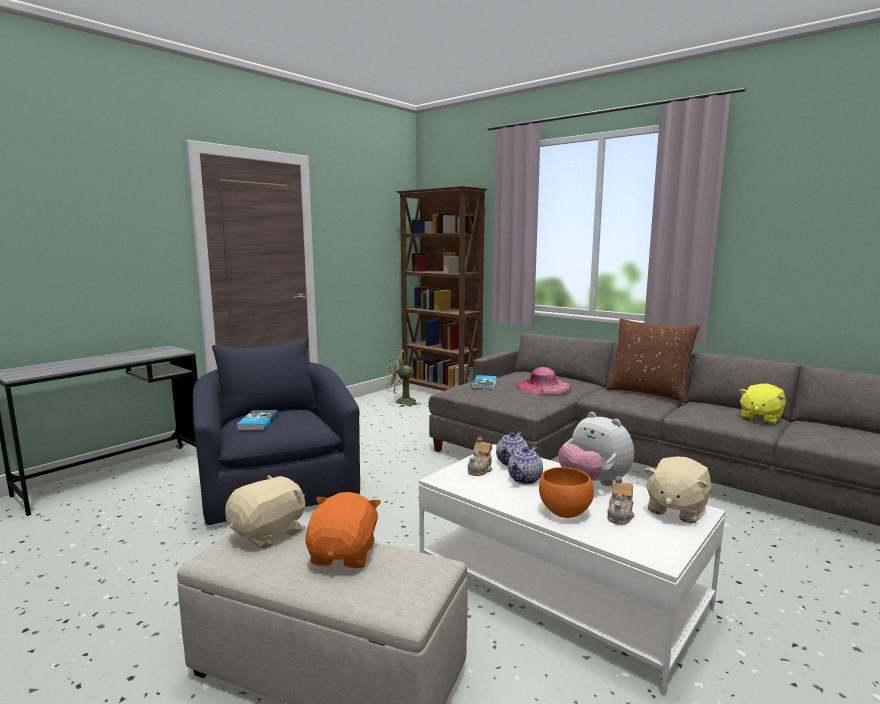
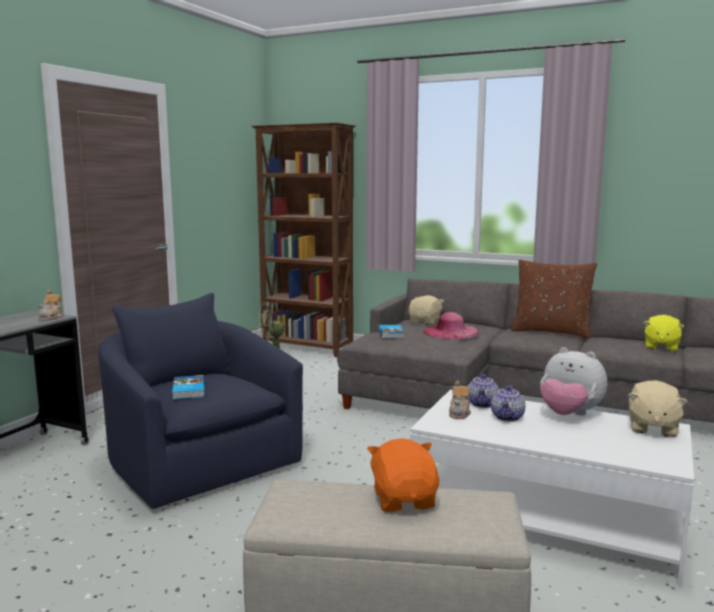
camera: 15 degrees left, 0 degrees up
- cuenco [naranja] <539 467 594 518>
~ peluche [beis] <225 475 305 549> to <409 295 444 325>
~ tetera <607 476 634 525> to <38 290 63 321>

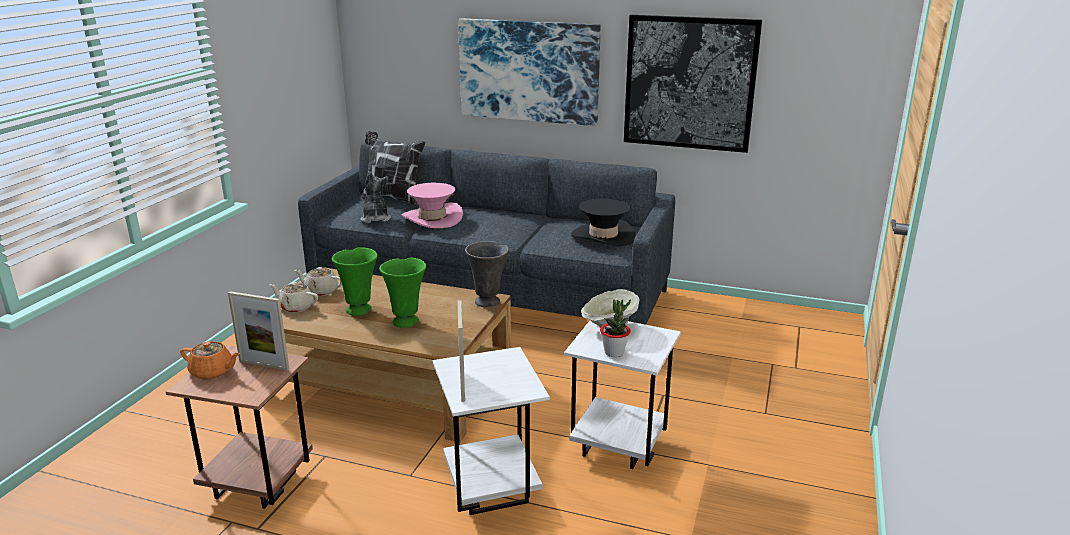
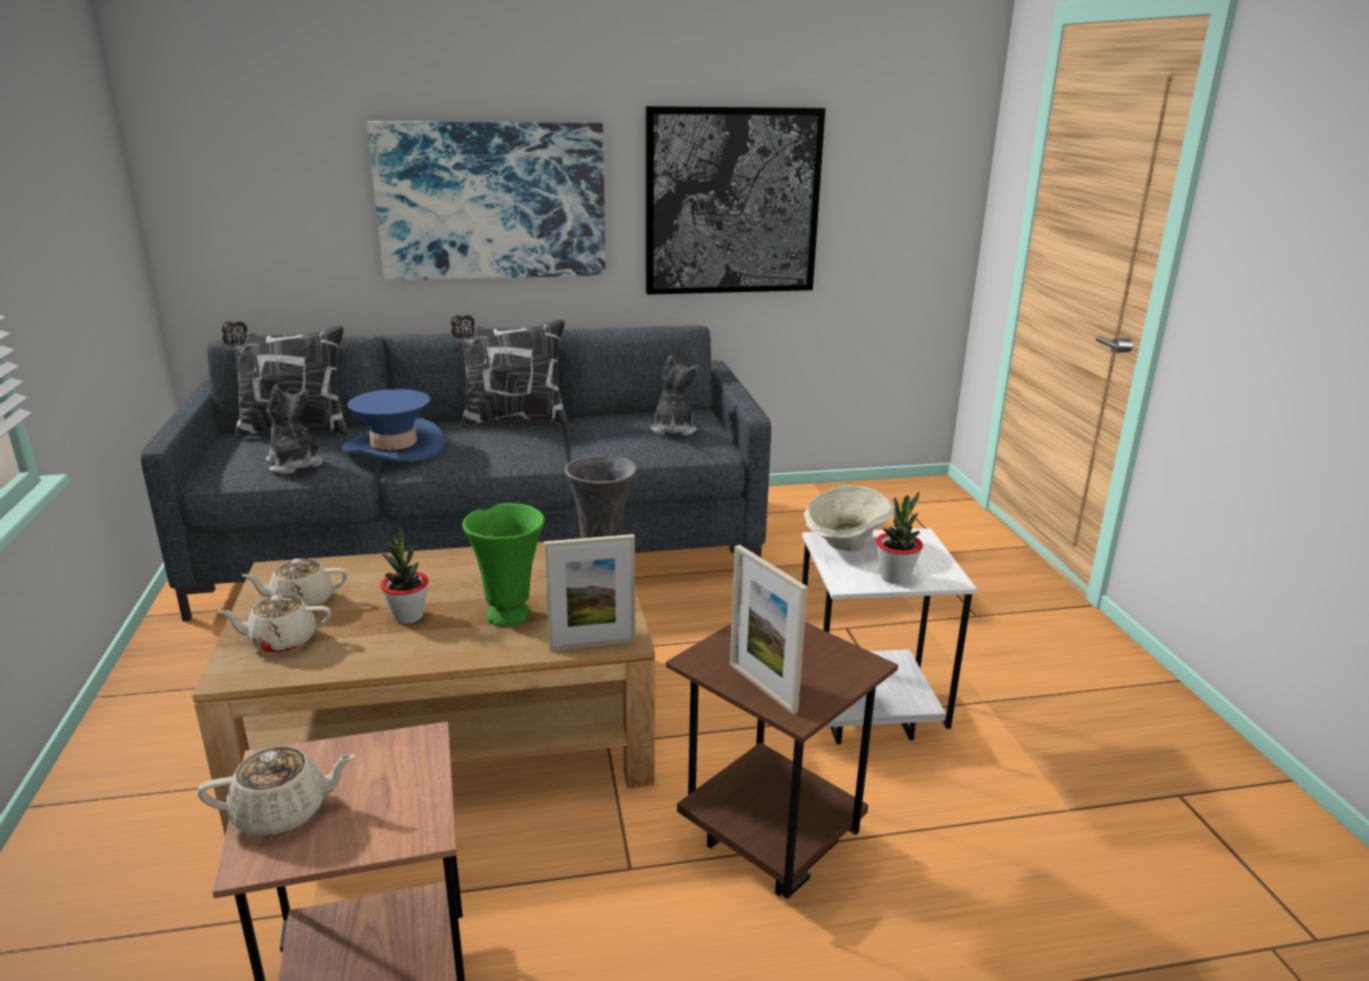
camera: 30 degrees left, 0 degrees up
+ cojín <451 315 568 428>
~ portarretratos <228 291 289 370> to <544 534 635 651>
~ florero [verde] <332 247 378 316> to planta en maceta <380 528 429 624>
~ sombrero [negro] <571 198 636 246> to peluche <650 355 699 436>
~ tetera [naranja] <180 341 240 380> to tetera [beis] <197 746 355 836>
~ sombrero [rosa] <402 183 463 228> to sombrero [azul] <341 389 446 462>
~ mesa auxiliar [blanco] <433 347 550 515> to mesa auxiliar [marrón] <666 622 898 899>

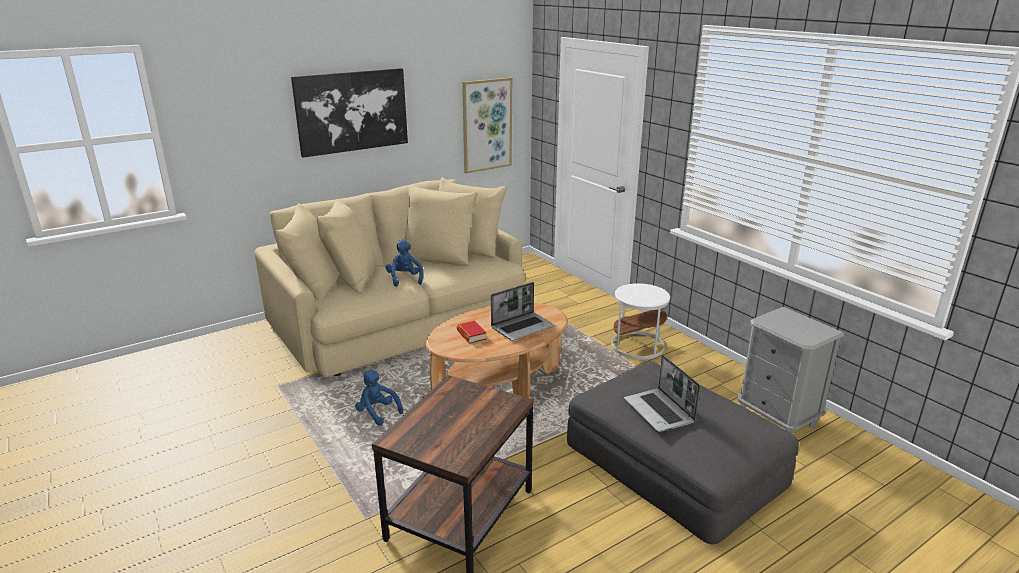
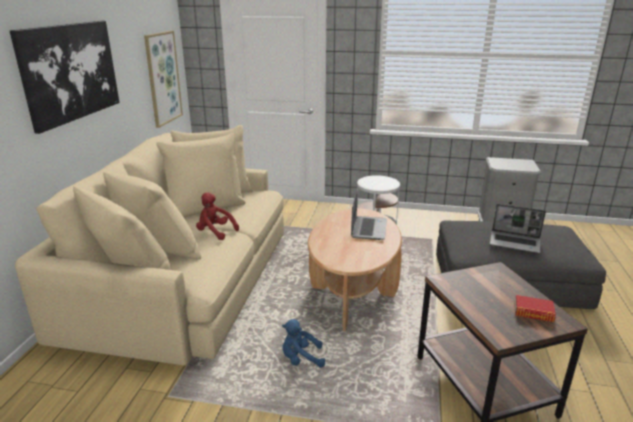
camera: 45 degrees left, 0 degrees up
~ libro <457 321 486 343> to <514 295 556 322>
~ peluche [azul] <386 240 423 287> to peluche [rojo] <196 192 239 240>

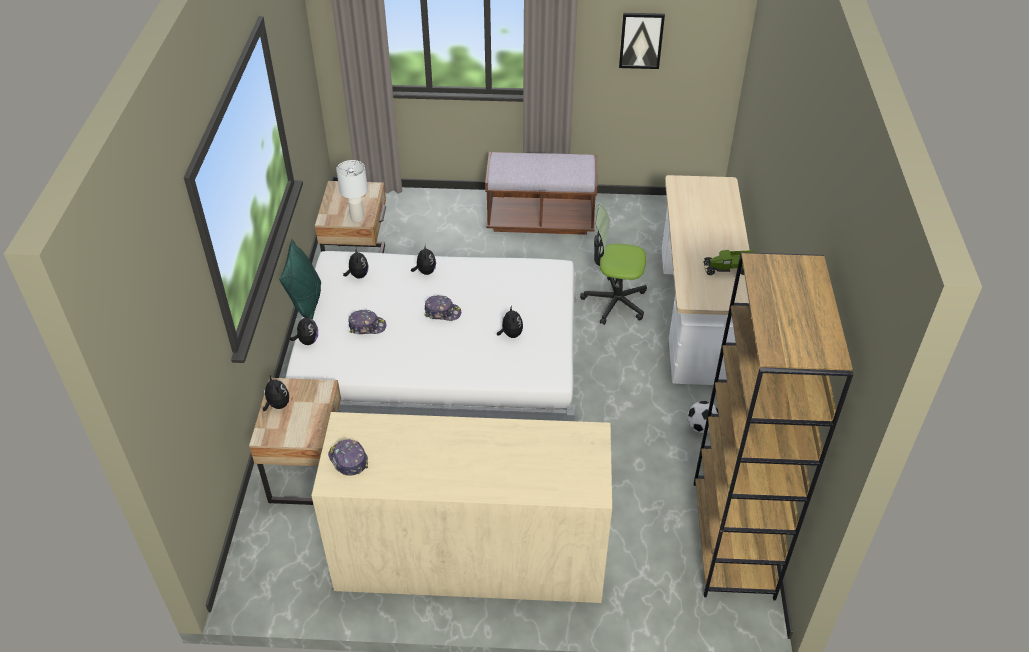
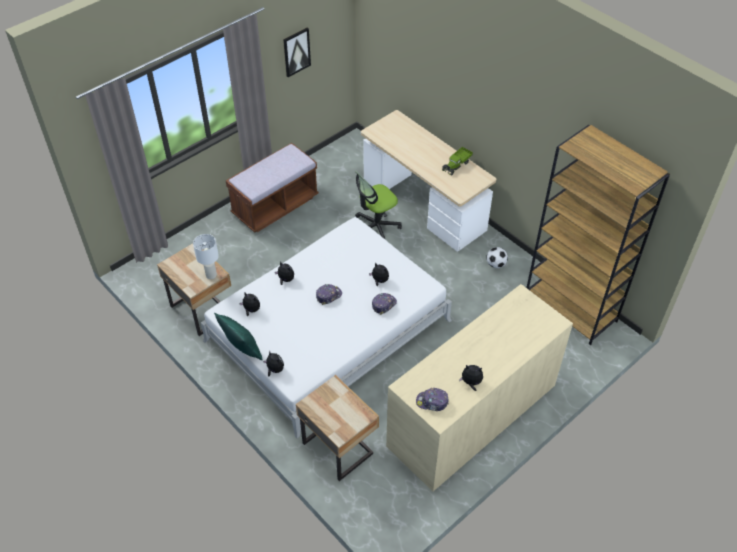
camera: 45 degrees left, 5 degrees up
~ peluche <263 375 289 411> to <459 365 483 391>
~ gorra <348 310 386 334> to <372 293 397 315>

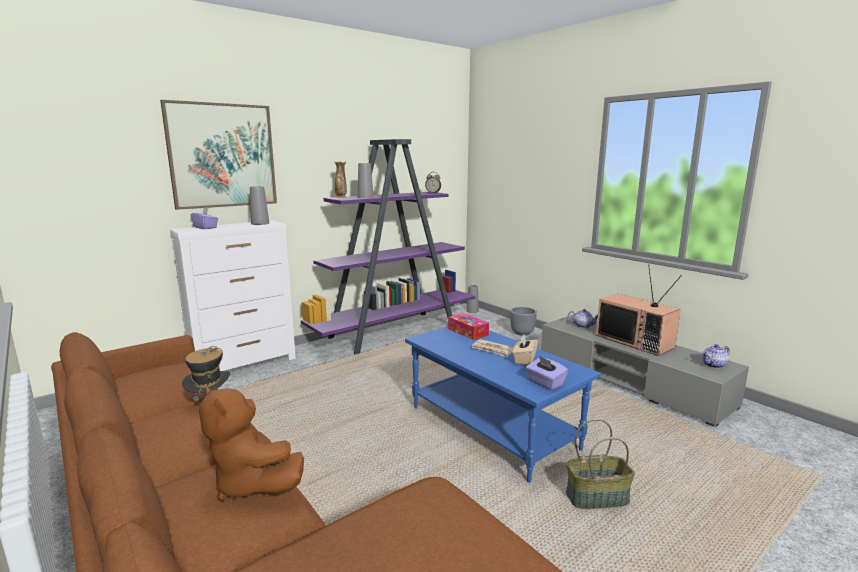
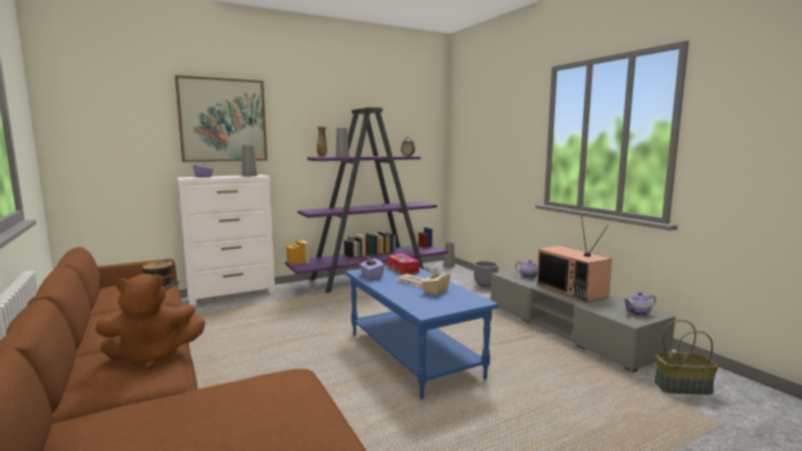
camera: 10 degrees right, 5 degrees down
~ caja de pañuelos [morado] <526 356 568 390> to <359 256 384 279>
~ cesta <566 419 635 509> to <654 320 718 395>
~ peluche [marrón] <199 385 304 501> = <95 274 206 369> 75 degrees counterclockwise

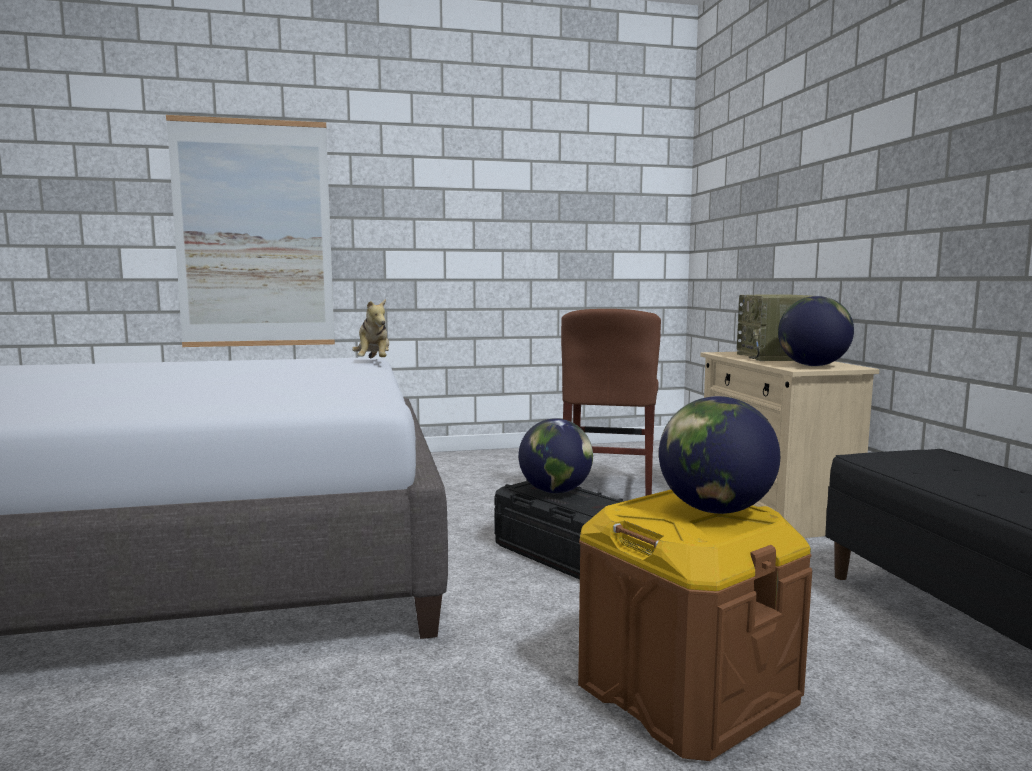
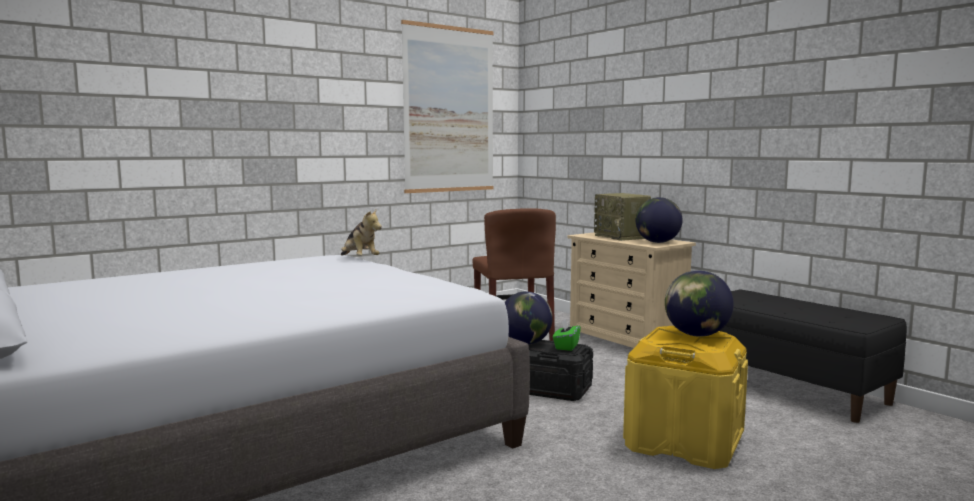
camera: 25 degrees left, 0 degrees up
+ caja de pañuelos [verde] <553 319 581 351>
~ cuadro <166 115 335 347> to <401 20 494 193>
~ caja de almacenaje [marrón] <578 490 812 761> to caja de almacenaje [amarillo] <623 326 748 469>

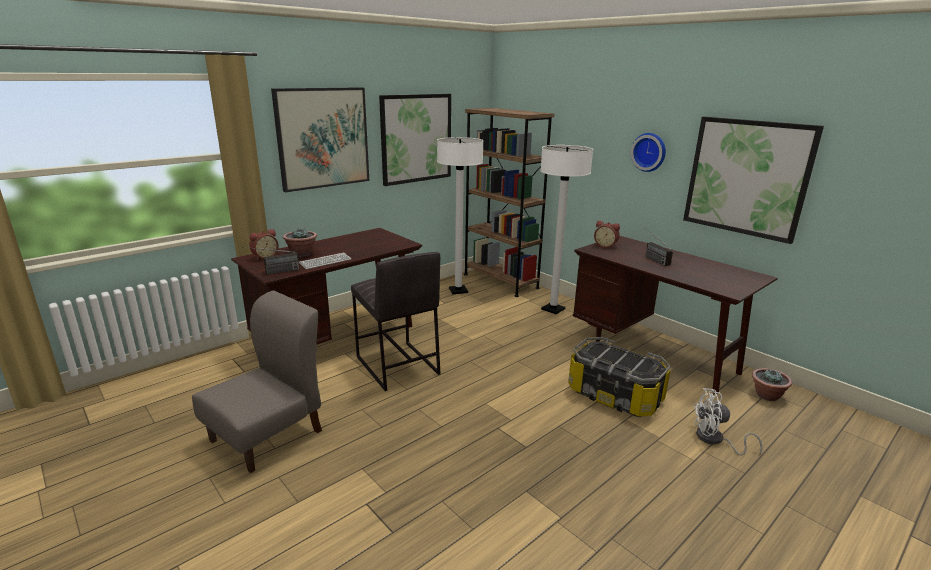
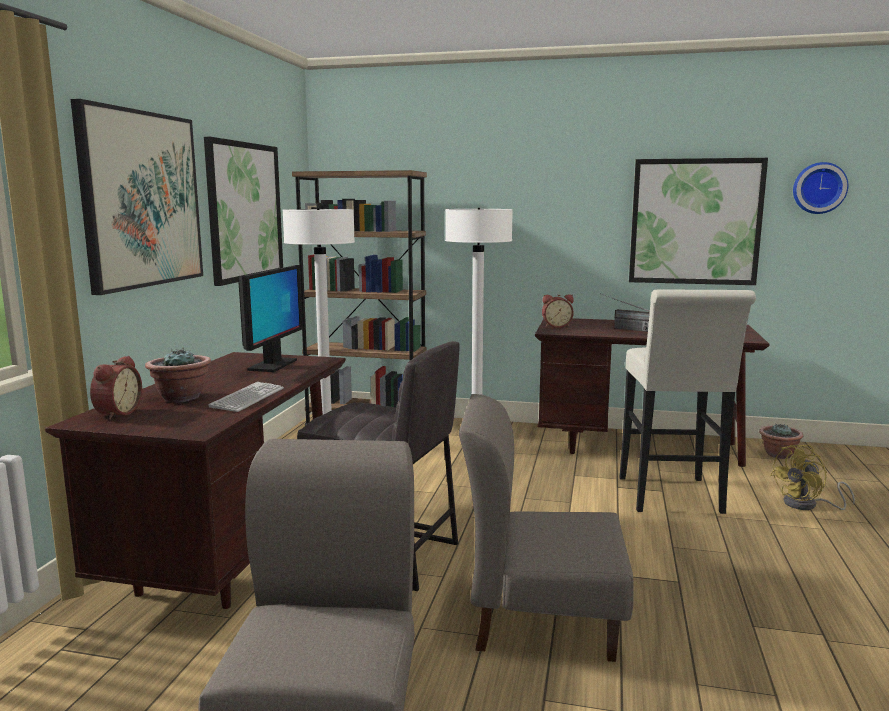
camera: 35 degrees left, 10 degrees down
- radio <245 247 300 275>
+ monitor <238 265 302 372>
+ silla [gris] <459 394 634 662>
~ reloj de pared <631 133 666 172> to <793 162 848 214>
~ caja de almacenaje <568 337 671 417> to taburete [blanco] <619 289 756 514>
~ ventilador [blanco] <693 388 762 456> to ventilador [amarillo] <770 445 855 510>

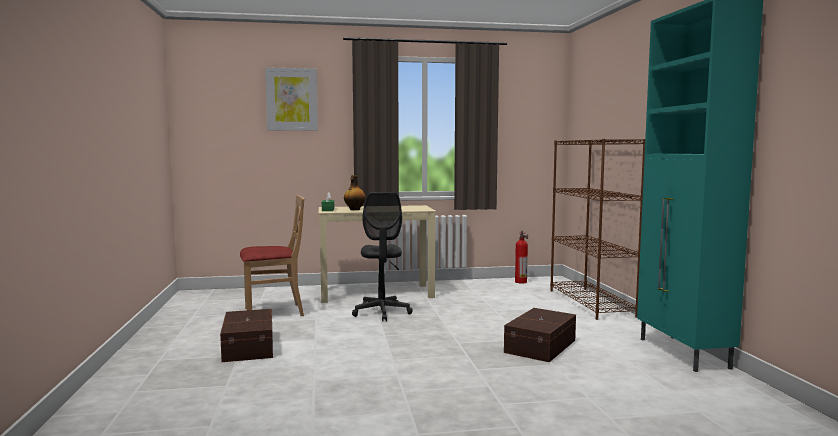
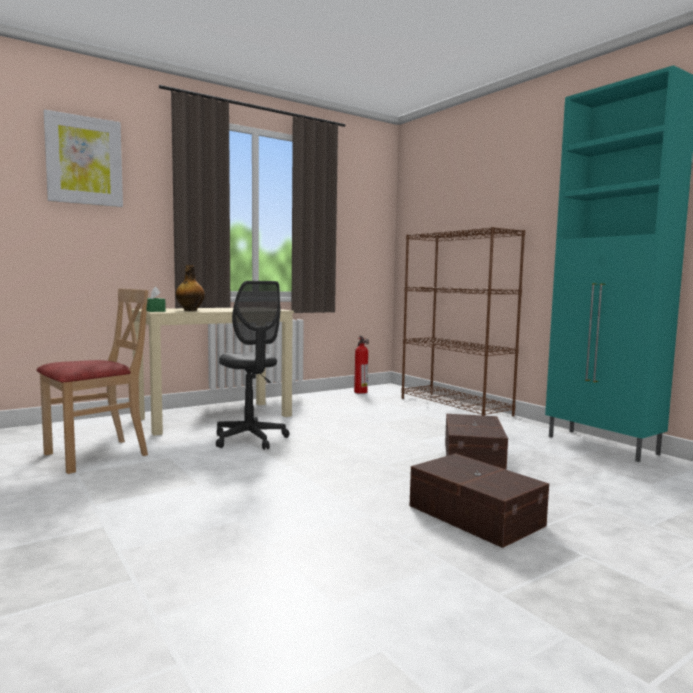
camera: 25 degrees left, 0 degrees up
~ caja de almacenaje [marrón] <220 309 273 362> to <410 453 549 548>

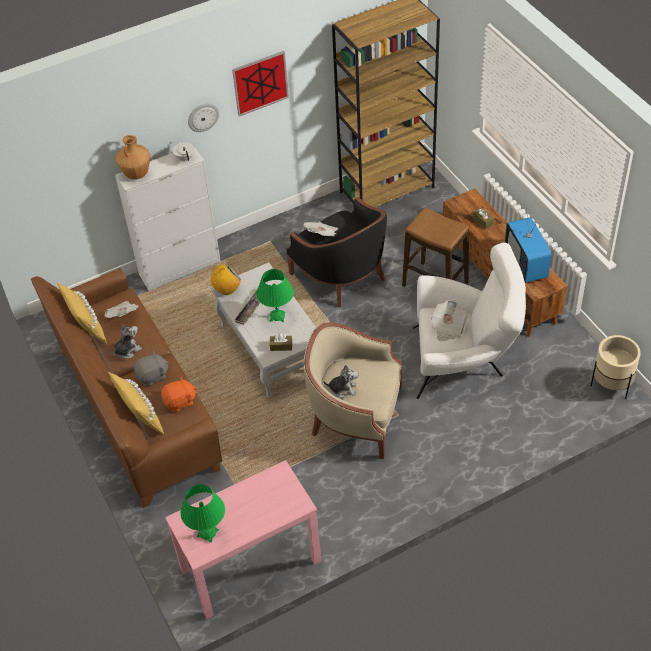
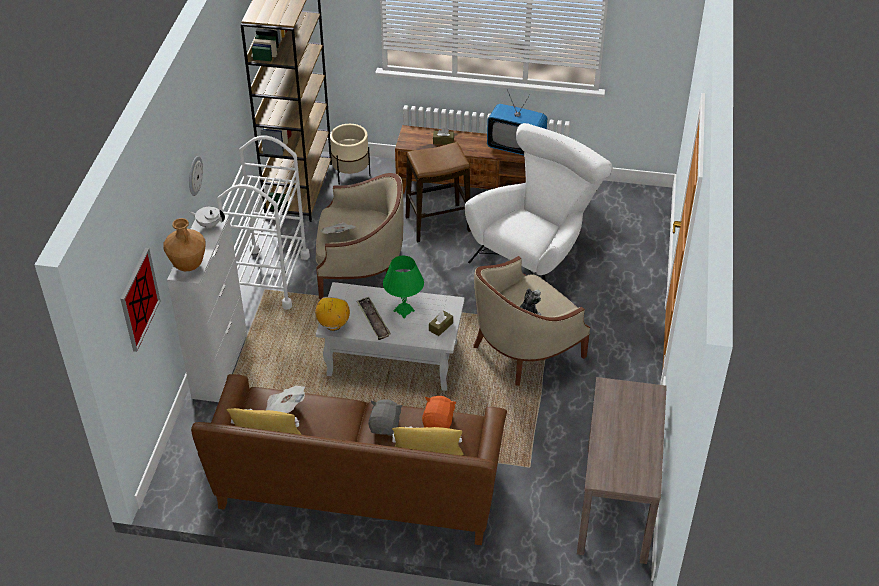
camera: 55 degrees left, 5 degrees down
- peluche <109 325 142 359>
- lámpara de mesa [verde] <180 484 225 543>
- periódico <431 300 468 341>
+ carrito [blanco] <217 136 310 310>
~ cuadro <232 51 289 116> to <120 248 161 352>
~ maceta [beis] <591 335 640 399> to <330 124 370 184>
~ mesa consola [rosa] <165 460 321 619> to mesa consola [marrón] <577 377 667 564>
~ sillón [negro] <286 197 387 307> to sillón [beis] <316 173 404 299>

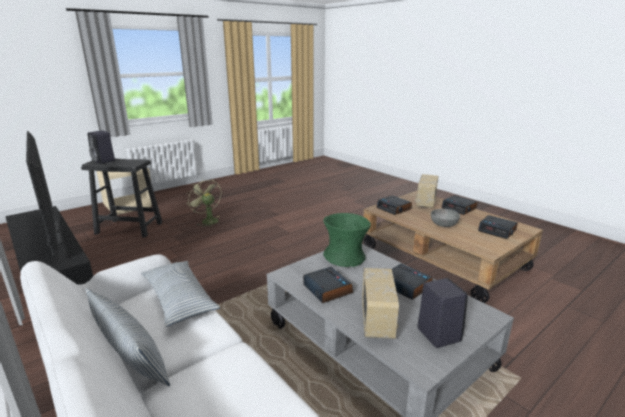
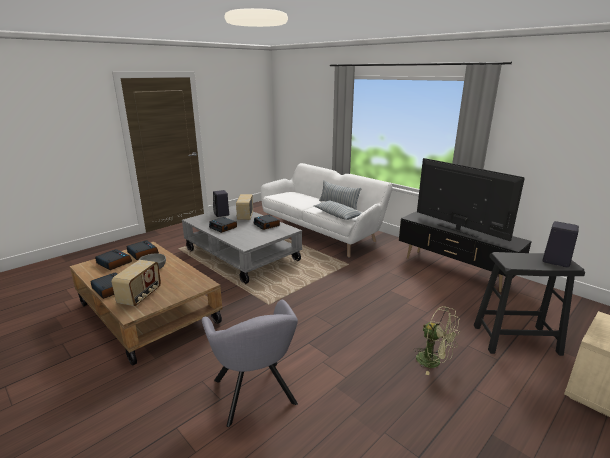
camera: 175 degrees right, 0 degrees up
- florero [verde] <323 213 371 267>
+ sillón [gris] <202 300 298 427>
~ despertador <377 195 412 215> to <127 240 159 260>

